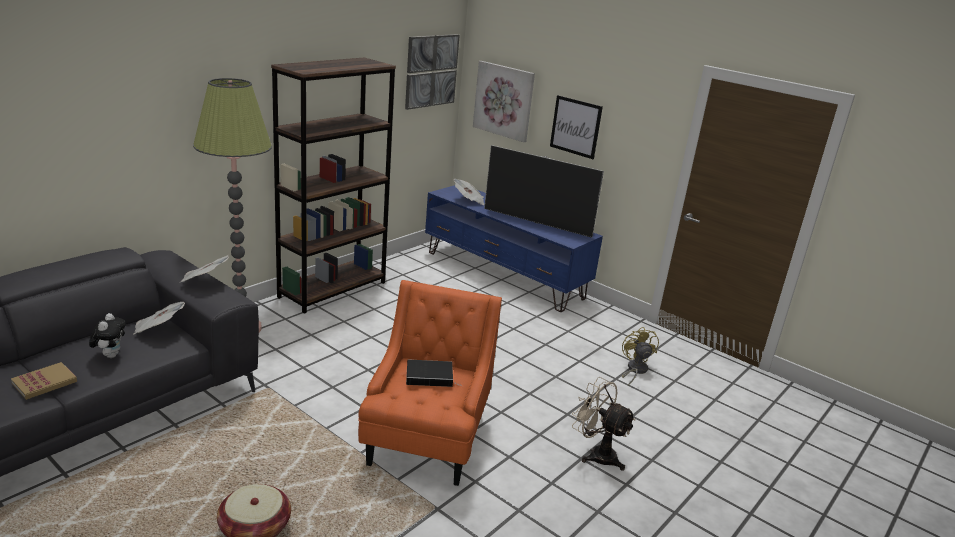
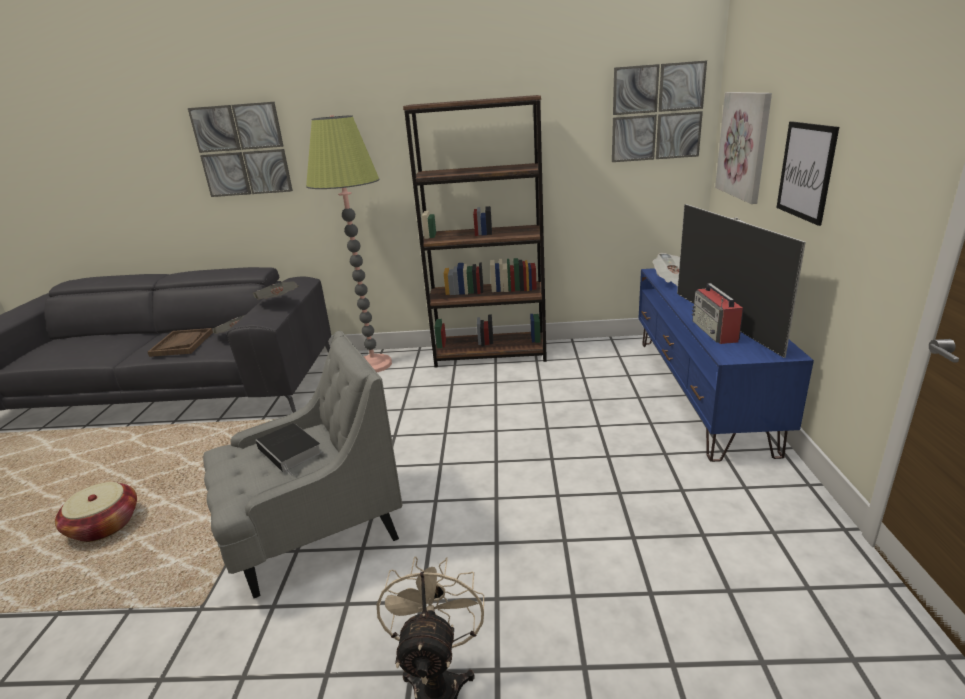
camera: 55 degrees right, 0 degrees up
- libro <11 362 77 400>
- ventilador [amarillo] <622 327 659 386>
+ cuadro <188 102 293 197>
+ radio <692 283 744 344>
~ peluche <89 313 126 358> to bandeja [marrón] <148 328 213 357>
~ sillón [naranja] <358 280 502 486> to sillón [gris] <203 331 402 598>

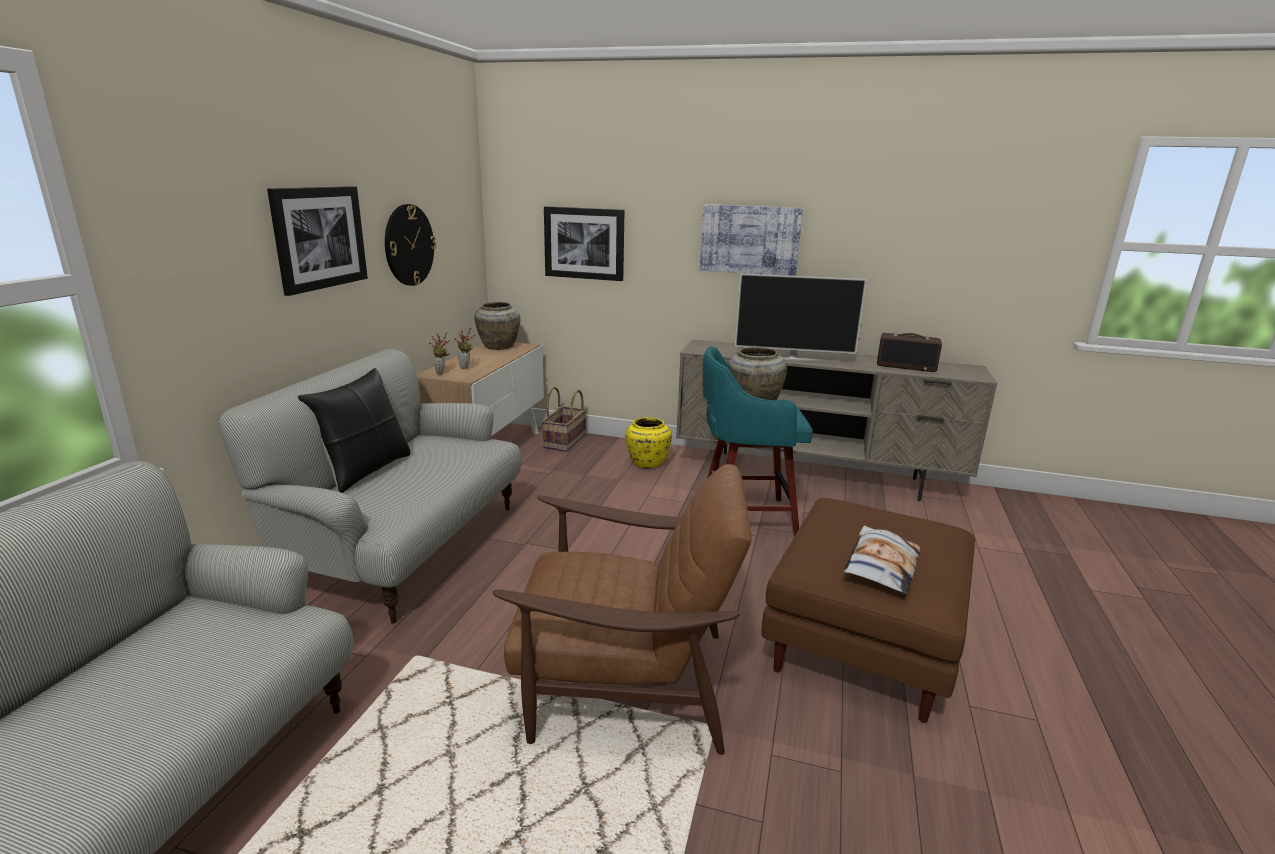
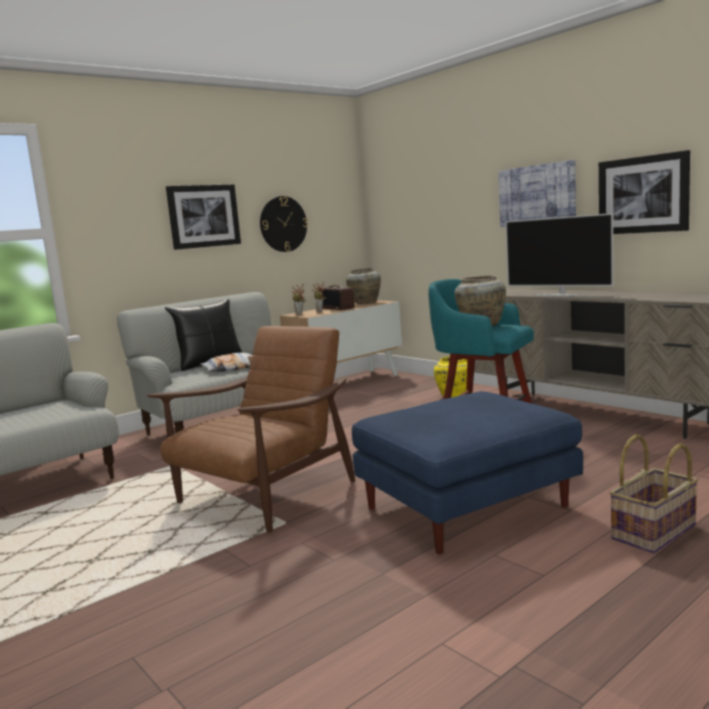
camera: 35 degrees right, 10 degrees down
~ cesta <542 387 586 452> to <609 434 698 553>
~ cuadro <544 206 624 281> to <599 150 690 234>
~ cojín <844 525 921 594> to <200 353 253 372>
~ radio <877 333 942 372> to <319 285 355 310>
~ puf [marrón] <761 498 975 723> to puf [azul] <352 391 583 554>
~ sillón [marrón] <492 464 752 755> = <147 326 355 533> 90 degrees counterclockwise

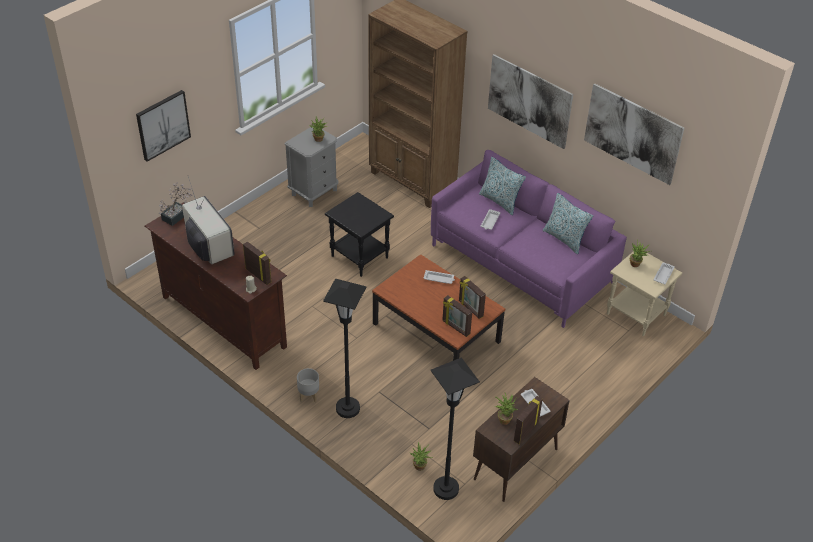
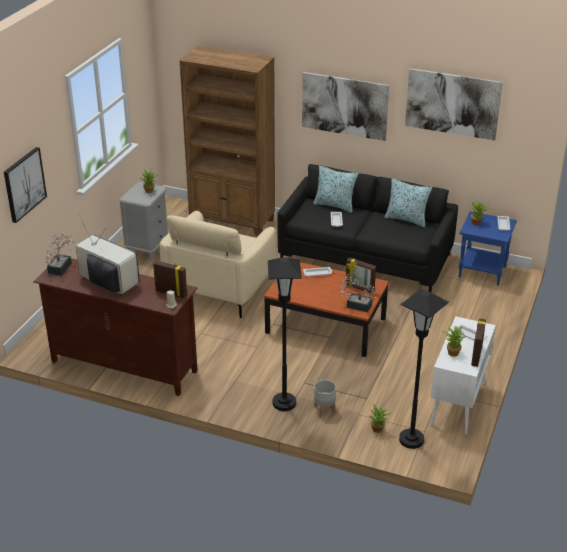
camera: 20 degrees left, 10 degrees down
~ maceta [gris] <297 368 319 403> to <314 380 336 416>
~ mesa auxiliar [negro] <325 192 394 277> to sillón [beis] <160 211 276 318>
~ portarretratos <442 295 472 337> to planta en maceta <340 273 377 312>
~ sofá [morado] <431 150 627 328> to sofá [negro] <277 164 458 293>
~ armario [marrón] <473 377 570 502> to armario [blanco] <430 316 496 435>
~ mesa auxiliar [beis] <607 251 682 336> to mesa auxiliar [azul] <459 211 517 286>

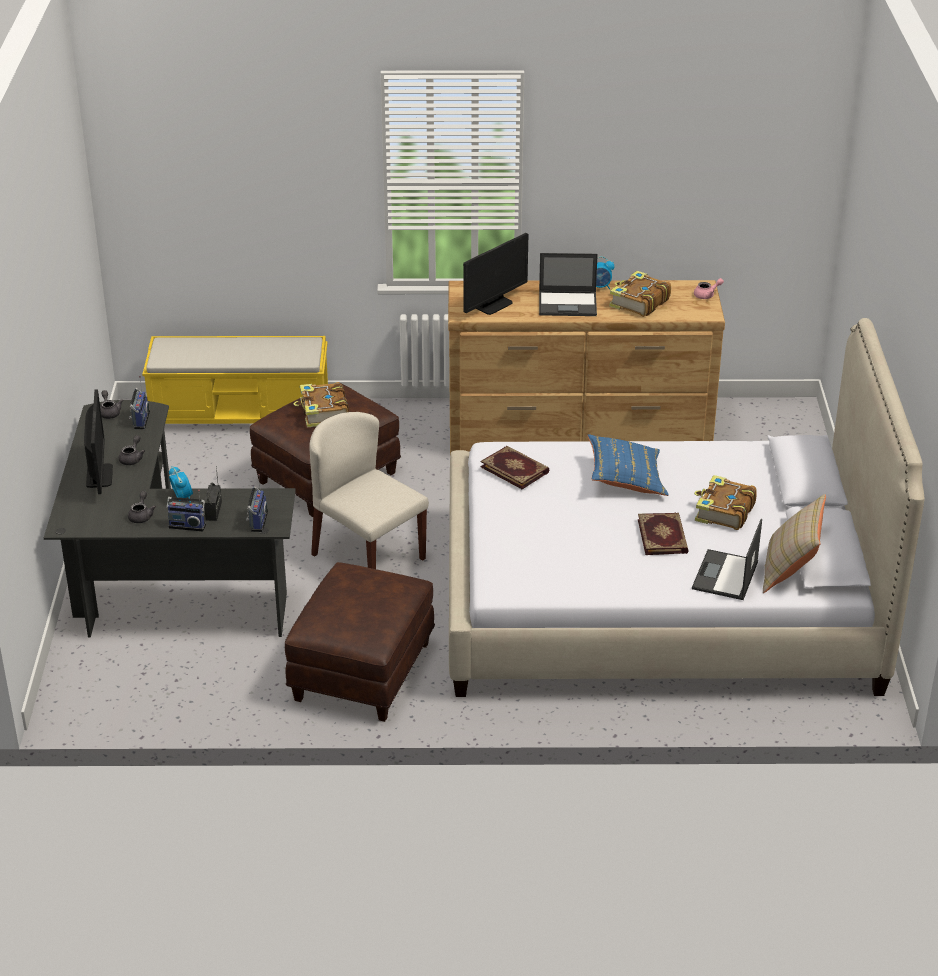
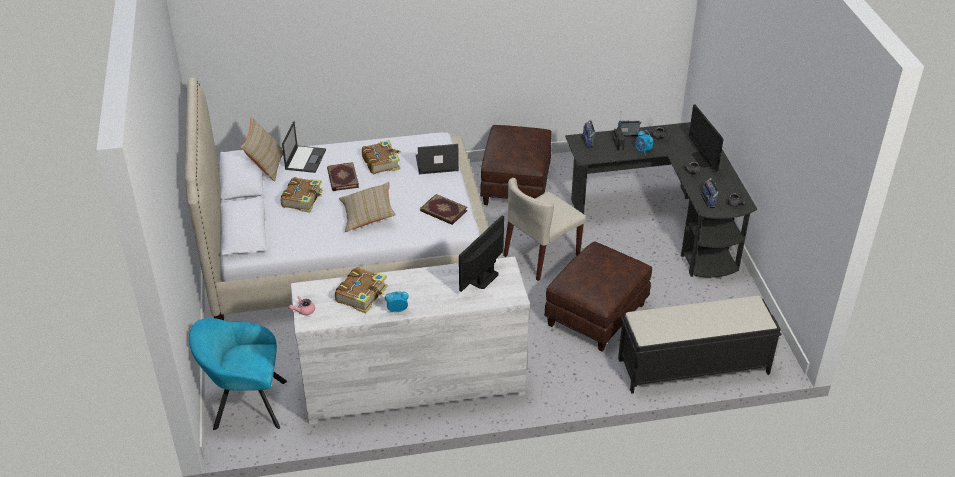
camera: 170 degrees right, 5 degrees up
+ sillón [turquesa] <189 318 287 430>
~ libro <294 382 349 427> to <362 140 401 174>
~ portátil <539 253 598 316> to <416 144 459 174>
~ banco [amarillo] <142 336 328 424> to banco [negro] <618 296 781 394>
~ cómoda [marrón] <448 280 725 454> to cómoda [blanco] <290 257 530 425>
~ cojín [azul] <587 434 668 496> to cojín [beis] <339 182 396 232>
~ silla [beis] <309 412 429 569> = <503 178 586 281> 105 degrees clockwise

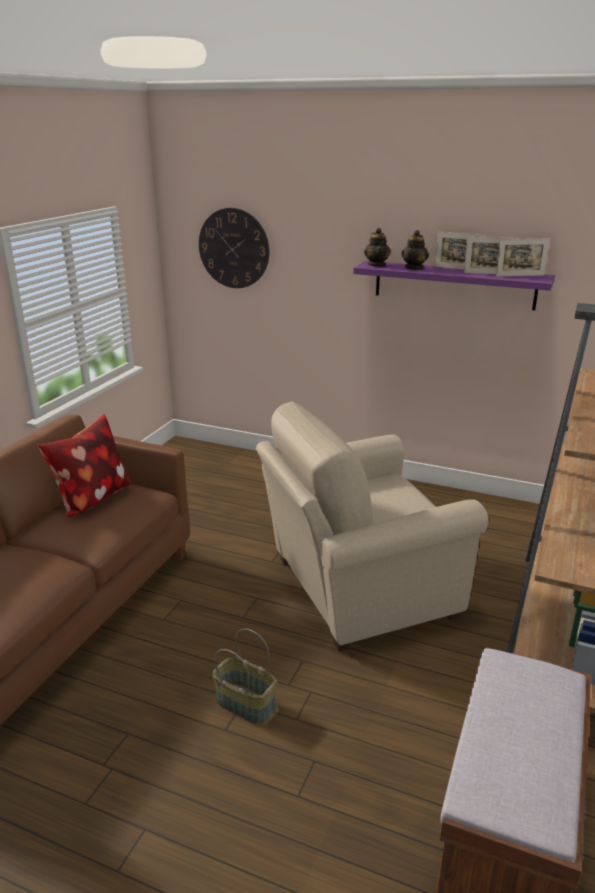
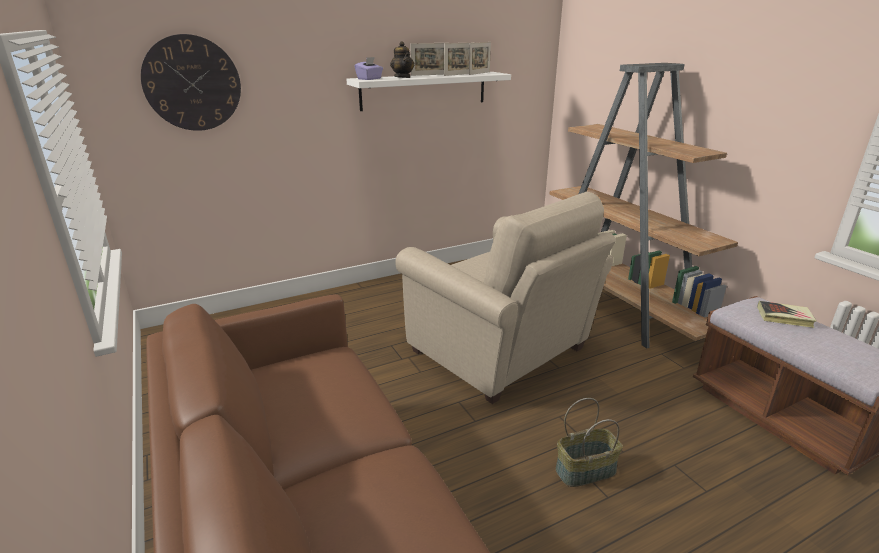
camera: 50 degrees left, 0 degrees up
- cojín <38 414 131 517>
+ libro <757 301 817 328>
~ tetera <364 228 391 267> to caja de pañuelos [morado] <355 57 383 80>
~ estante [morado] <353 261 555 310> to estante [blanco] <346 72 511 111>
~ sillón [beis] <256 401 488 651> = <395 192 616 404> 60 degrees counterclockwise

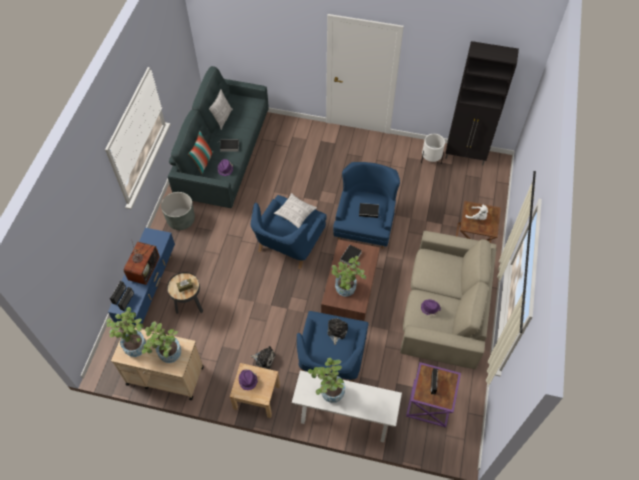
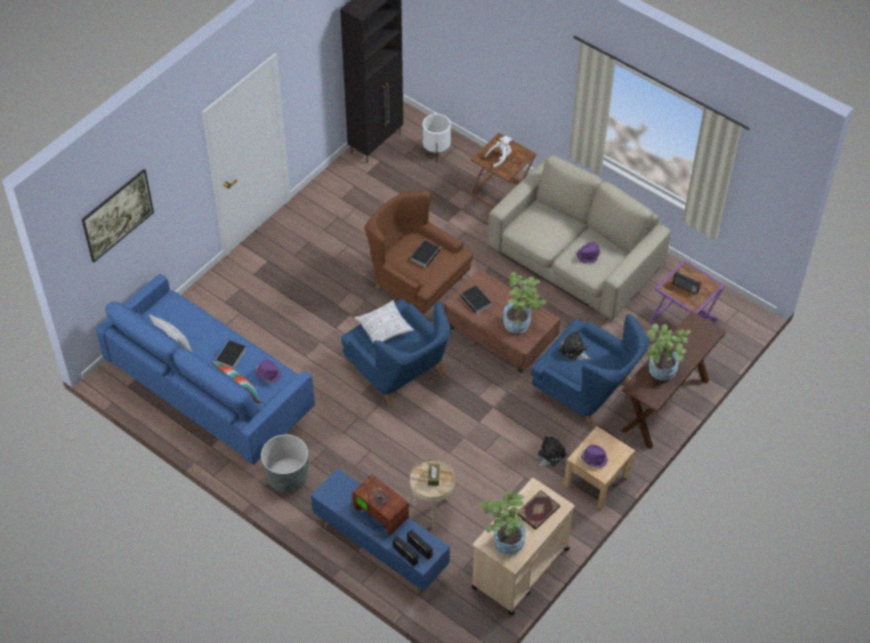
camera: 65 degrees left, 5 degrees down
+ cuadro <81 169 154 263>
~ maceta [blanco] <421 134 445 164> to <422 114 451 162>
~ planta en maceta <142 321 181 363> to libro <517 490 560 530>
~ mesa auxiliar [negro] <167 272 203 314> to mesa auxiliar [beis] <410 459 455 529>
~ sofá [gris] <168 66 269 208> to sofá [azul] <96 274 315 464>
~ mesa consola [blanco] <292 370 402 442> to mesa consola [marrón] <621 311 727 449>
~ sillón [azul] <333 162 400 248> to sillón [marrón] <364 191 473 315>

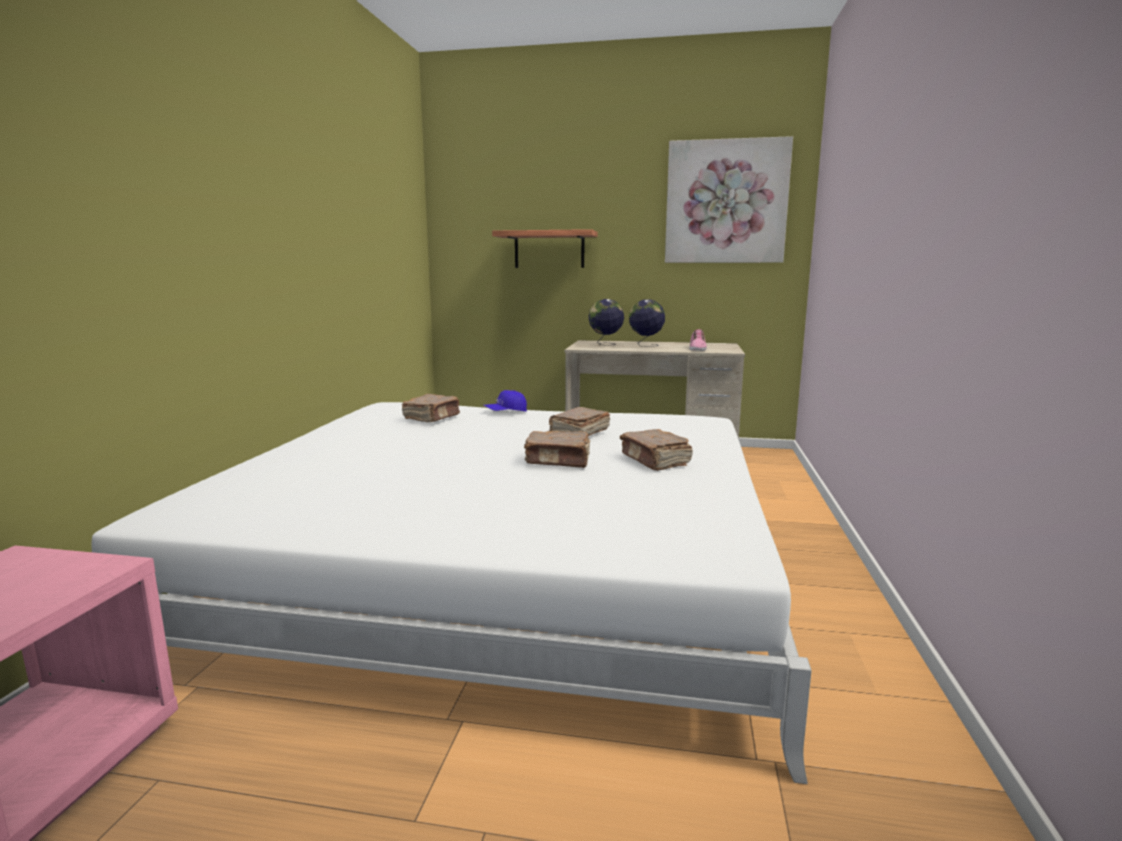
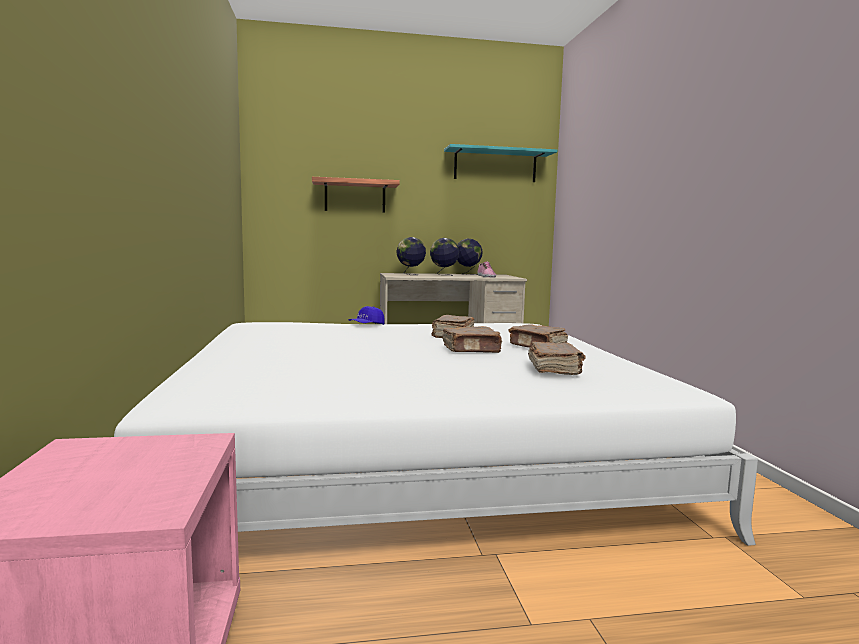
camera: 20 degrees left, 5 degrees down
+ globo terráqueo <457 239 483 275>
~ libro [marrón] <401 394 460 422> to <528 341 586 375>
~ cuadro <665 136 793 263> to estante [turquesa] <444 144 557 182>

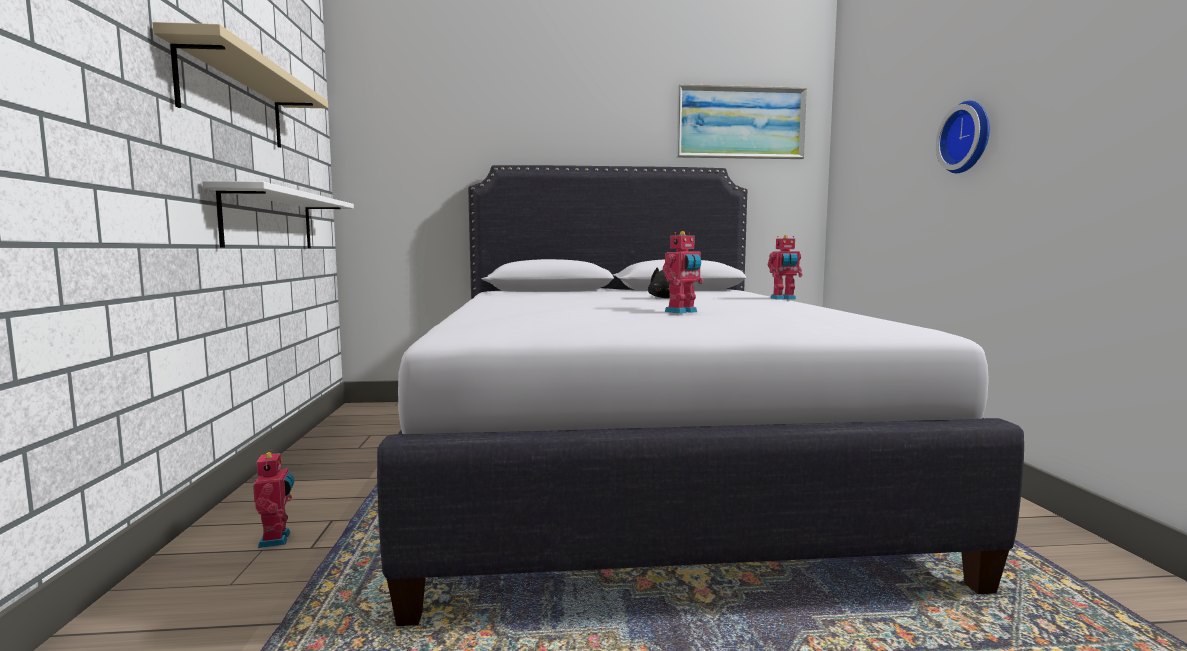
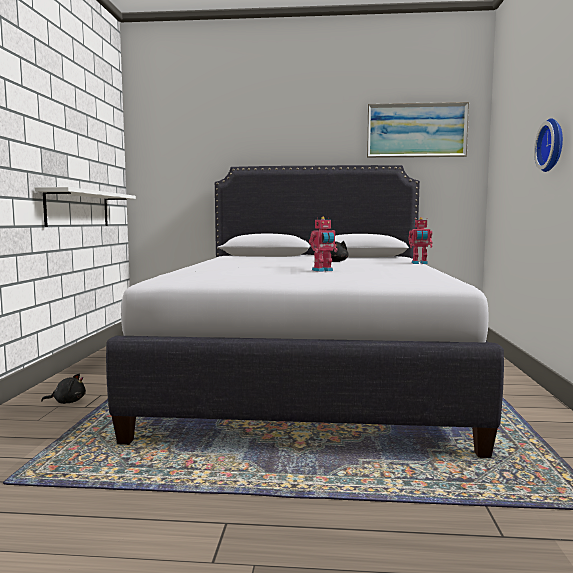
camera: 10 degrees right, 0 degrees up
- estante [beis] <152 22 328 148>
~ robot de juguete <253 450 294 548> to peluche [negro] <41 374 86 404>

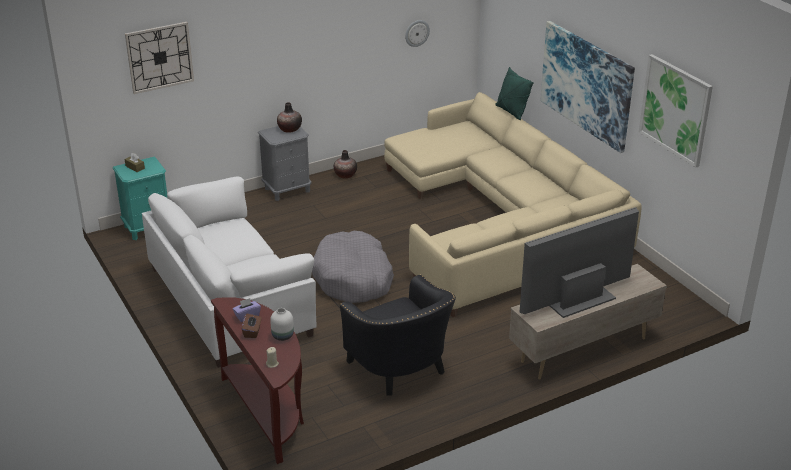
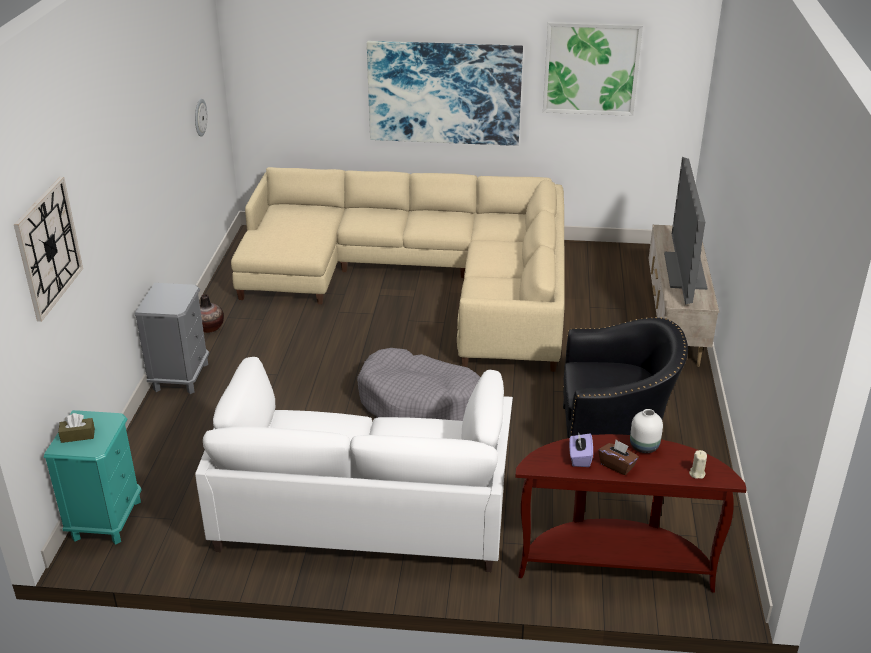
camera: 55 degrees left, 0 degrees up
- florero <277 102 302 133>
- cojín [verde] <496 67 534 120>

